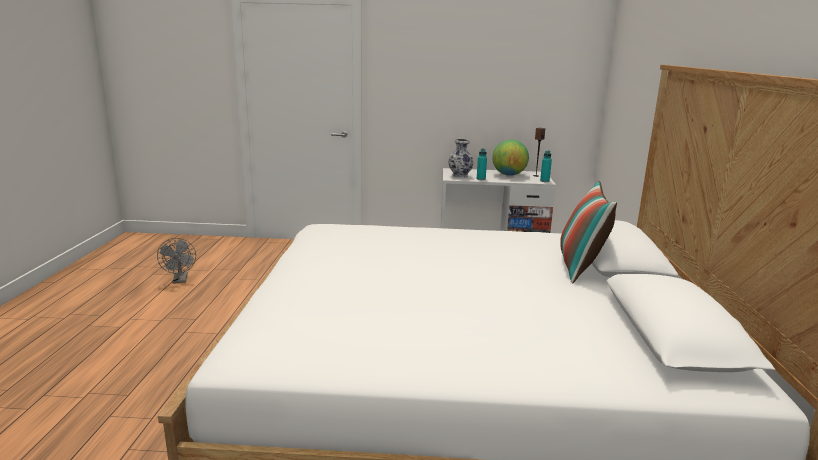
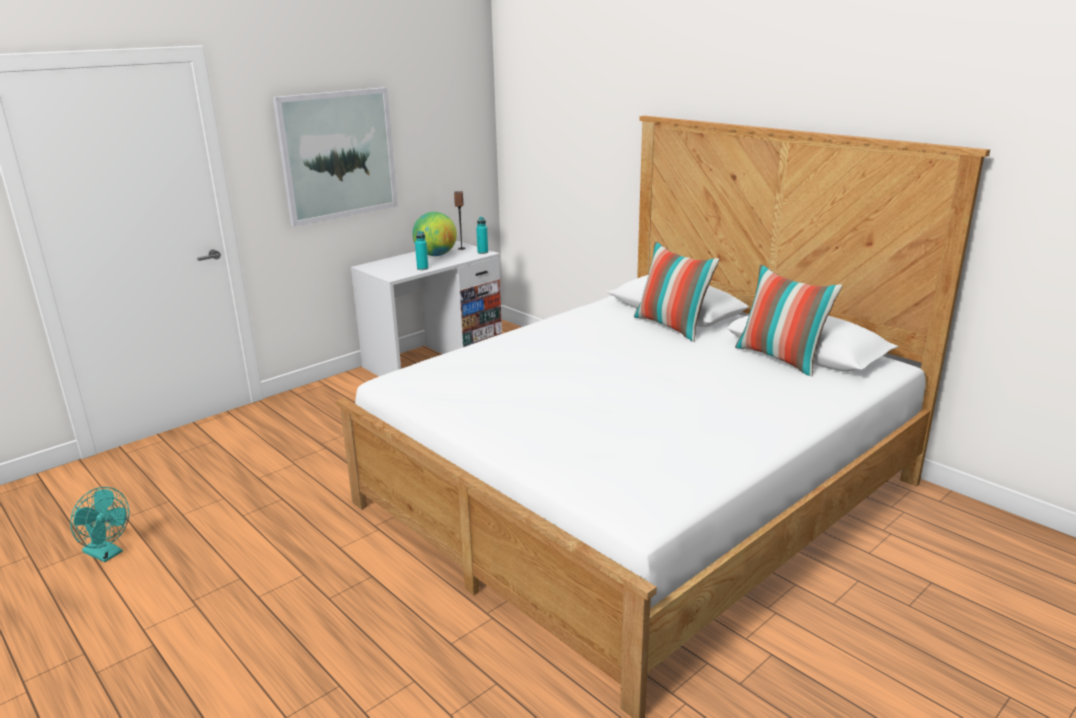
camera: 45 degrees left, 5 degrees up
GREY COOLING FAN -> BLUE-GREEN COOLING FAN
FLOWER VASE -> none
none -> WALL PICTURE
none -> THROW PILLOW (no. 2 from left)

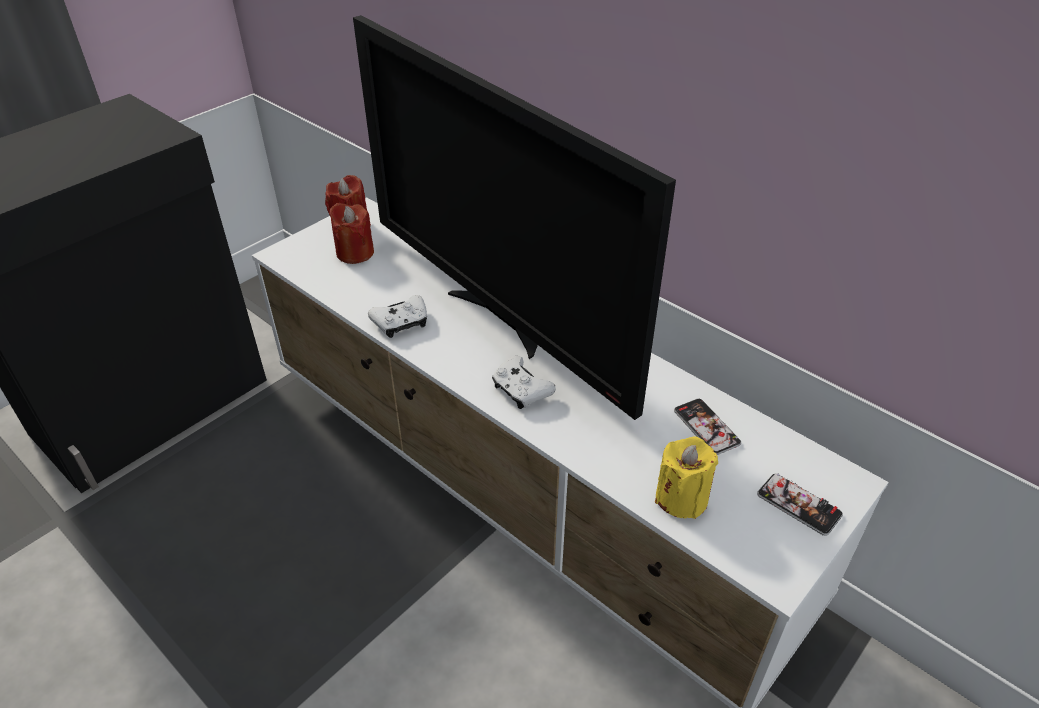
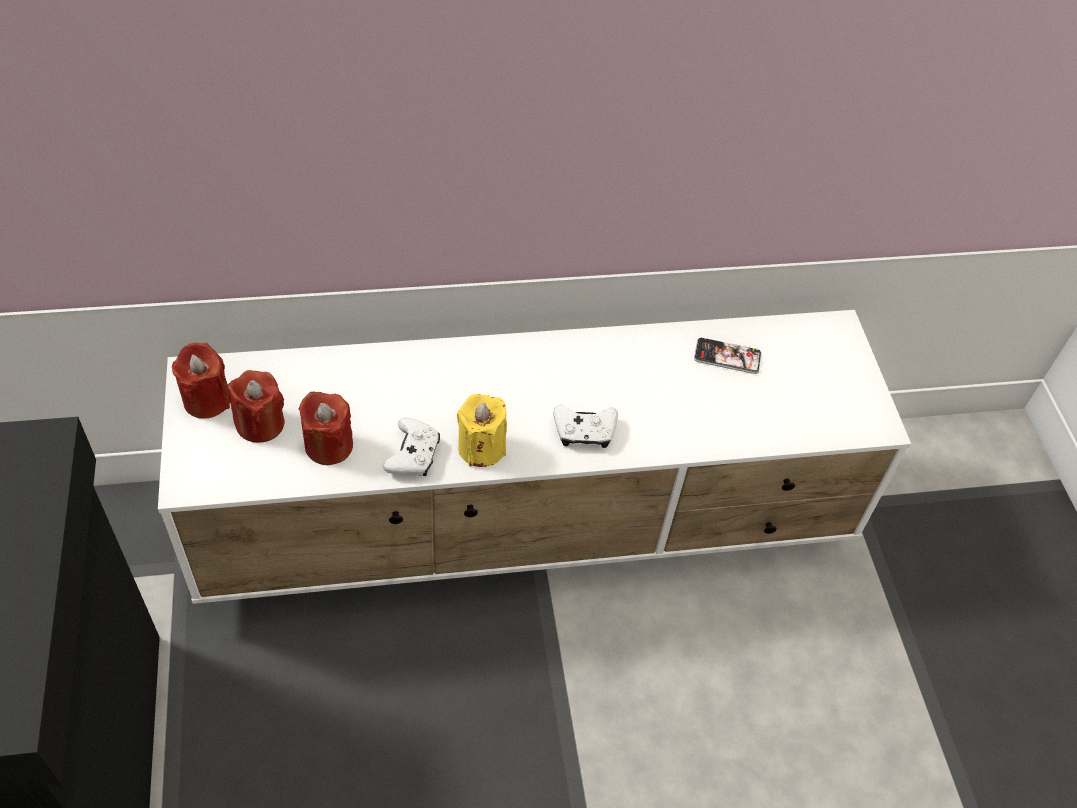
camera: 55 degrees left, 10 degrees up
TV SET -> none
YELLOW-COLOURED WAX CANDLE, shifted
TELEPHONE (no. 2 from left) -> none
none -> REDDISH WAX CANDLE (no. 3 from left)

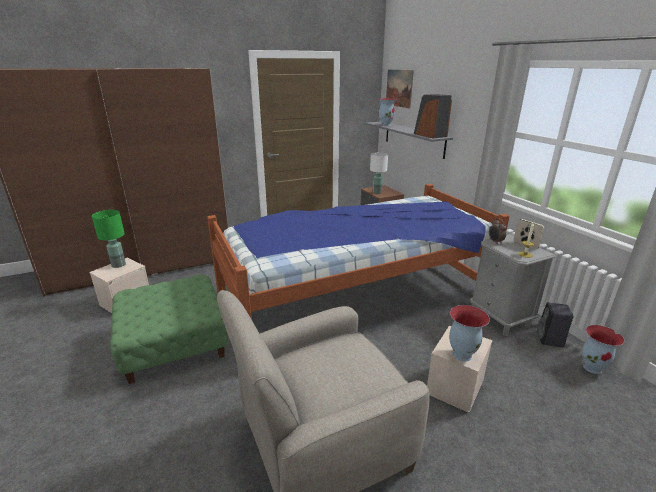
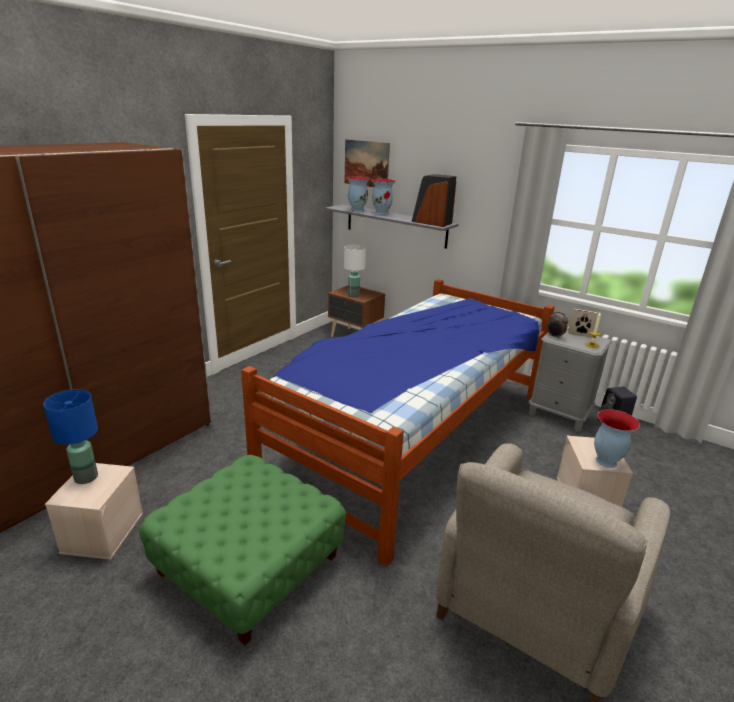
camera: 30 degrees left, 0 degrees up
GREEN LAMP FOR A TABLE -> BLUE-COLOURED LAMP FOR A TABLE
FLOWER VASE (no. 3 from left in the first image) -> FLOWER VASE (no. 2 from left), shifted

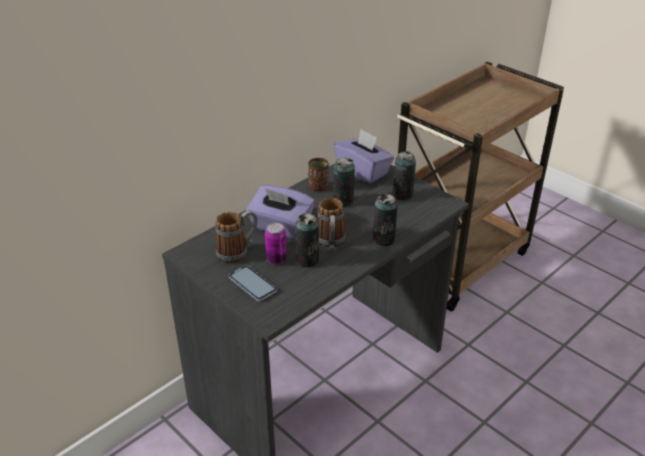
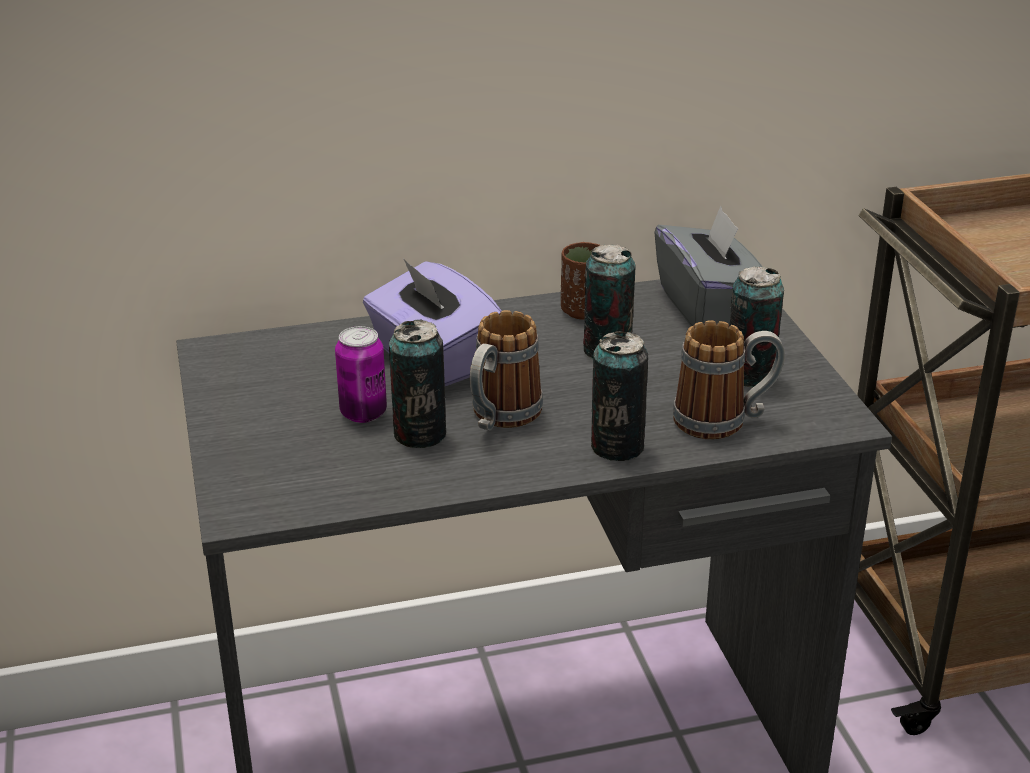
camera: 30 degrees right, 5 degrees down
TEA MUG (no. 1 from left in the first image) -> TEA MUG (no. 2 from left), shifted
TELEPHONE -> none
PURPLE-COLOURED BOX OF TISSUES (no. 2 from left) -> GREY BOX OF TISSUES

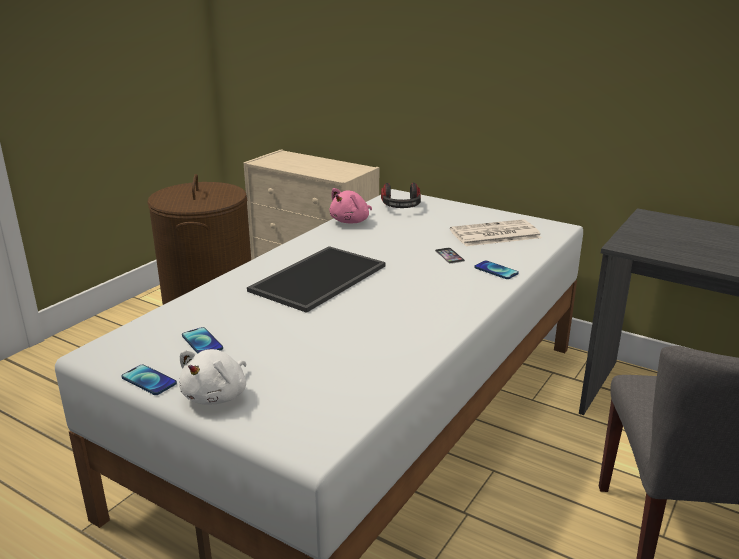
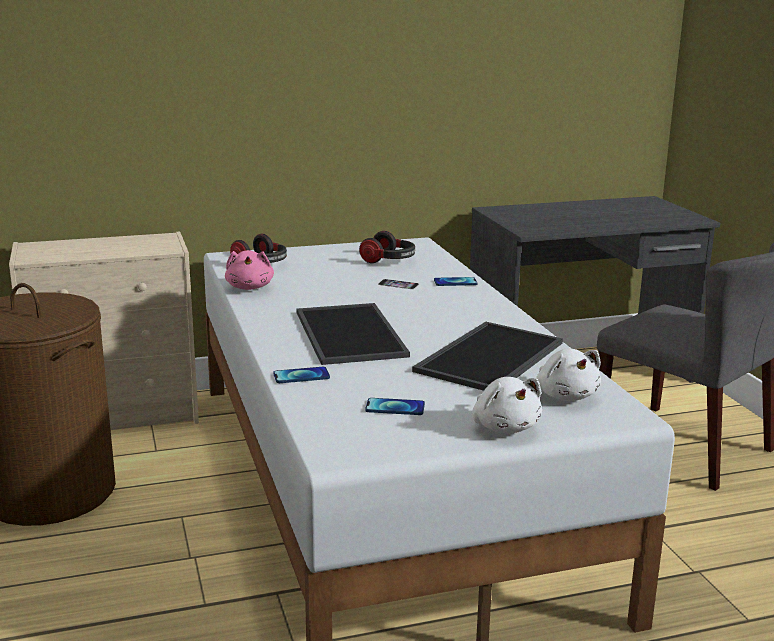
camera: 50 degrees left, 5 degrees down
TELEPHONE (no. 1 from left), shifted
PRINTED PAPER -> PAIR OF HEADPHONES (no. 2 from left)
none -> CARRYING TRAY (no. 2 from left)
none -> WHITISH PLUSH TOY (no. 2 from left)

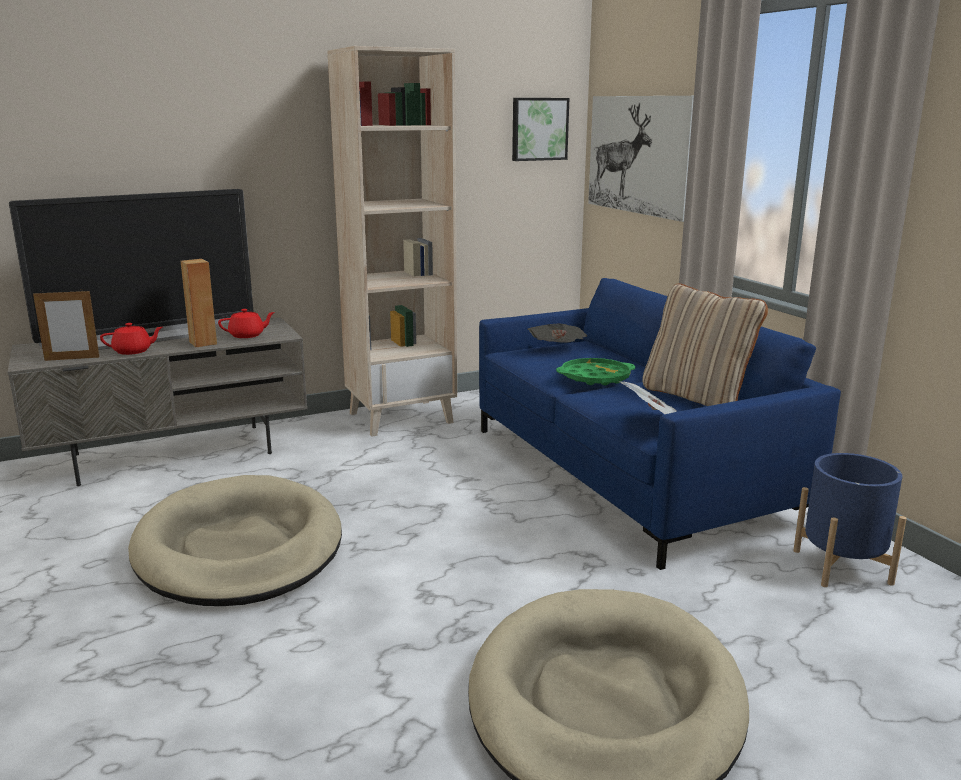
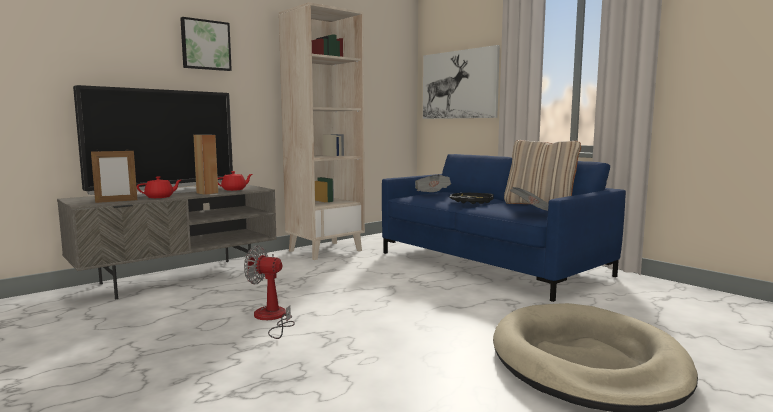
camera: 15 degrees left, 10 degrees down
BEIGE-COLOURED DOG CUSHION (no. 1 from left) -> COOLING FAN
WALL PICTURE (no. 1 from left), shifted
GREEN CARRYING TRAY -> BLACK CARRYING TRAY
BLUE-COLOURED PLANTER -> none

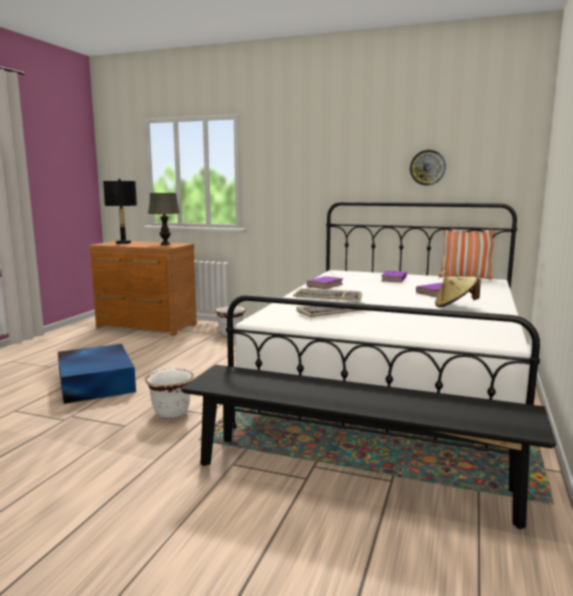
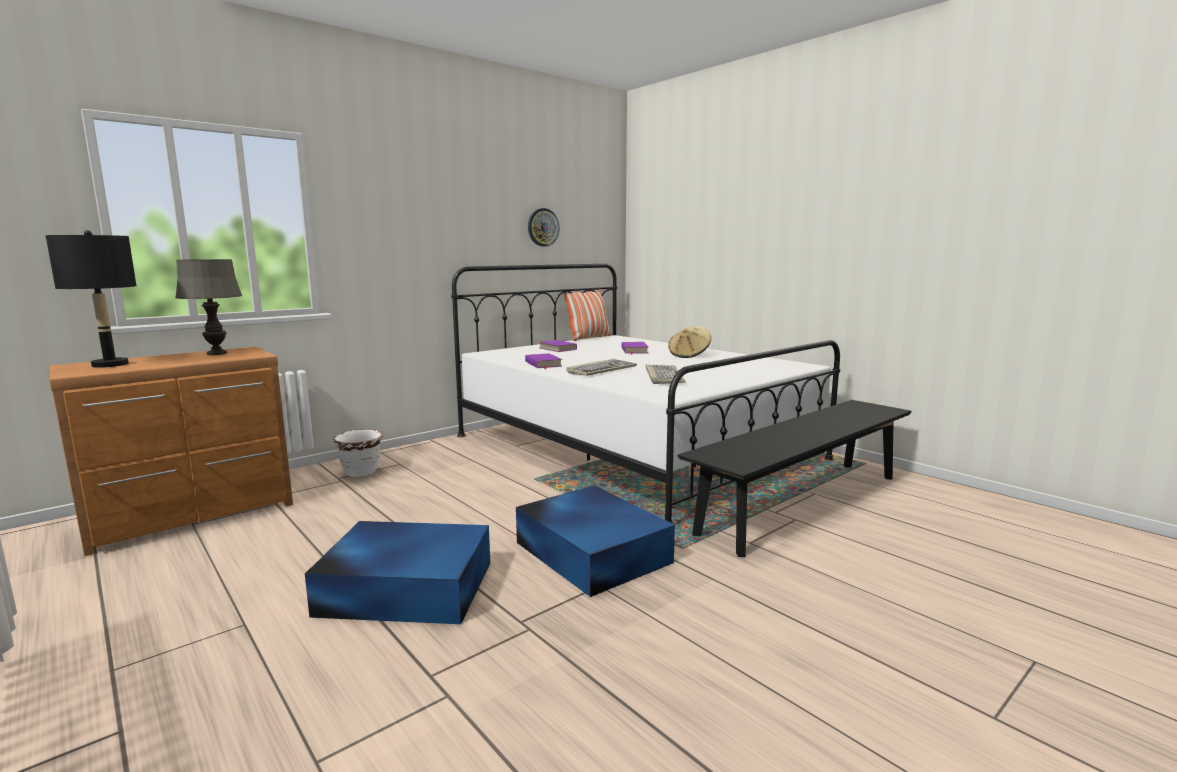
camera: 60 degrees left, 0 degrees up
WHITISH PLANTER (no. 1 from left) -> BLUE-COLOURED STORAGE CONTAINER (no. 2 from left)

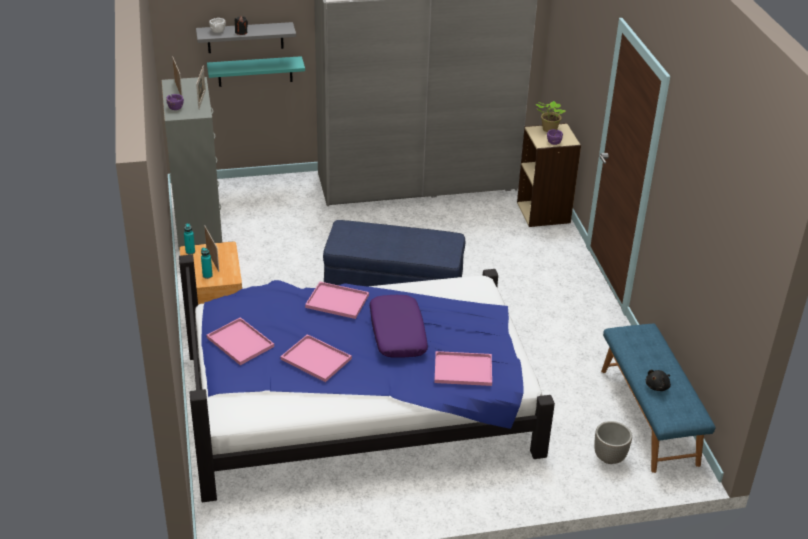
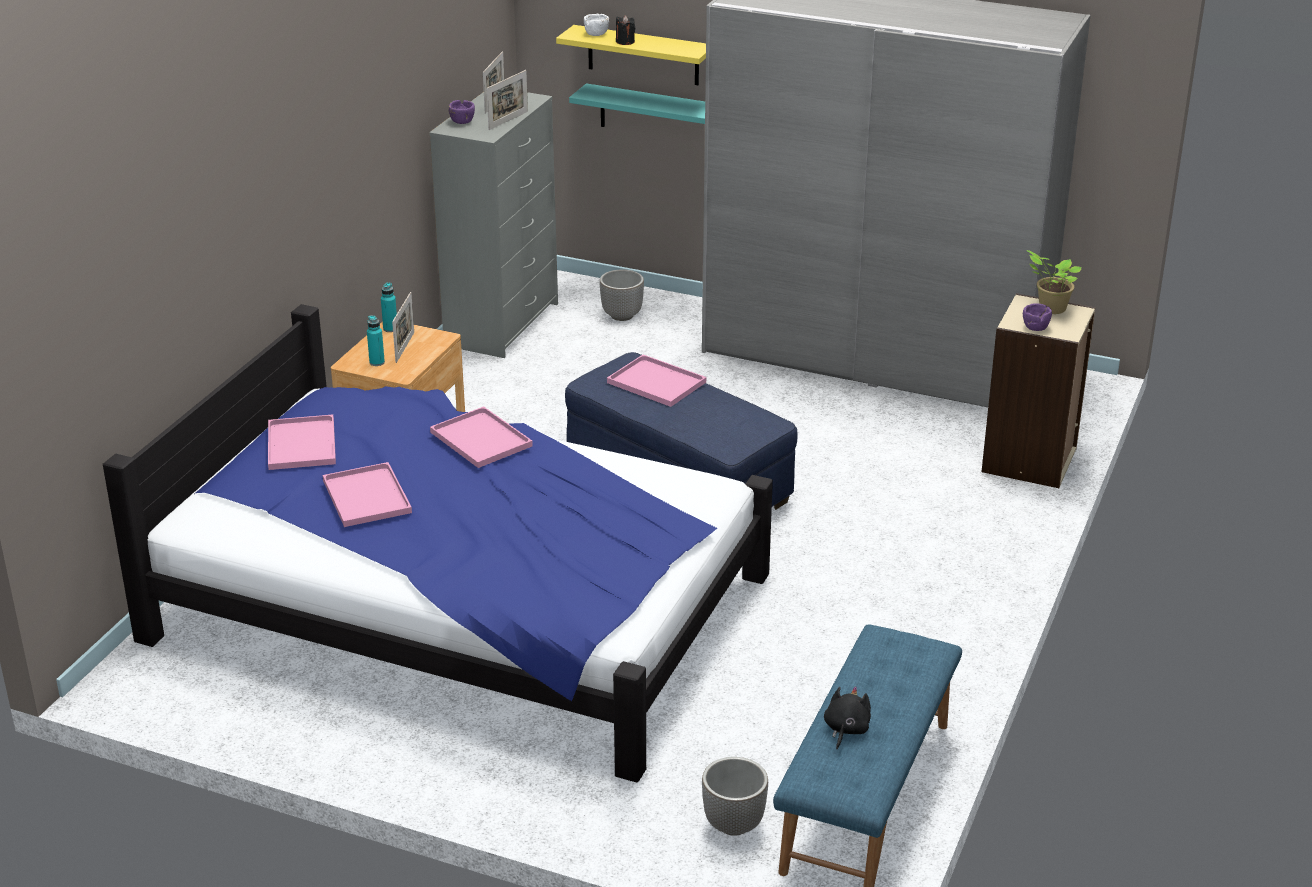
camera: 35 degrees right, 5 degrees down
GREY SHELF -> YELLOW-COLOURED SHELF
PURPLE-COLOURED THROW PILLOW -> none
PINK CARRYING TRAY (no. 4 from left), shifted
BLACK PLUSH TOY, 120 degrees clockwise
none -> PLANTER (no. 1 from left)

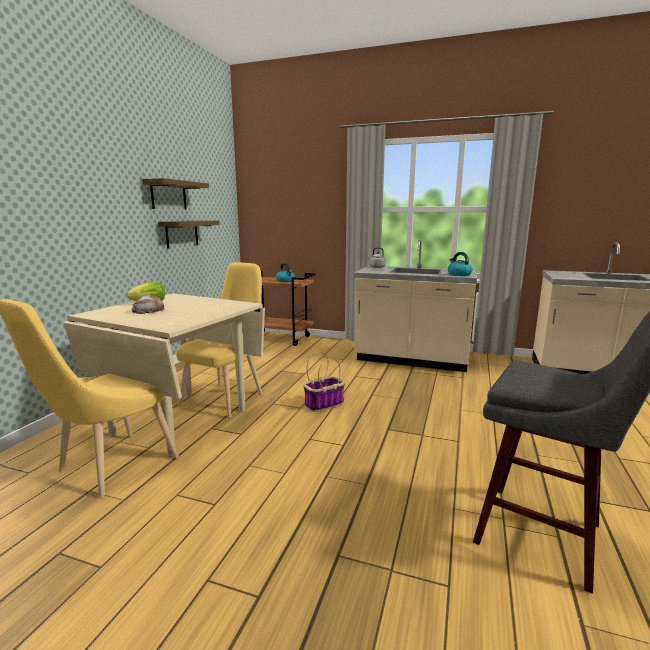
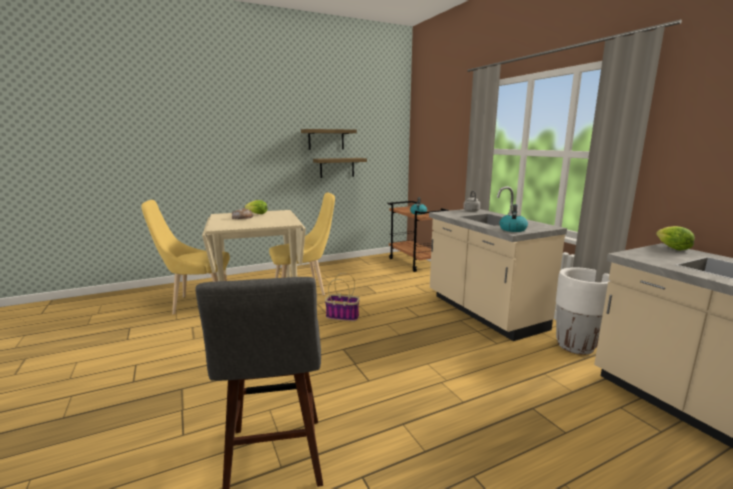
camera: 45 degrees right, 0 degrees up
none -> WHITISH PLANTER
none -> HEAD OF LETTUCE (no. 2 from left)

